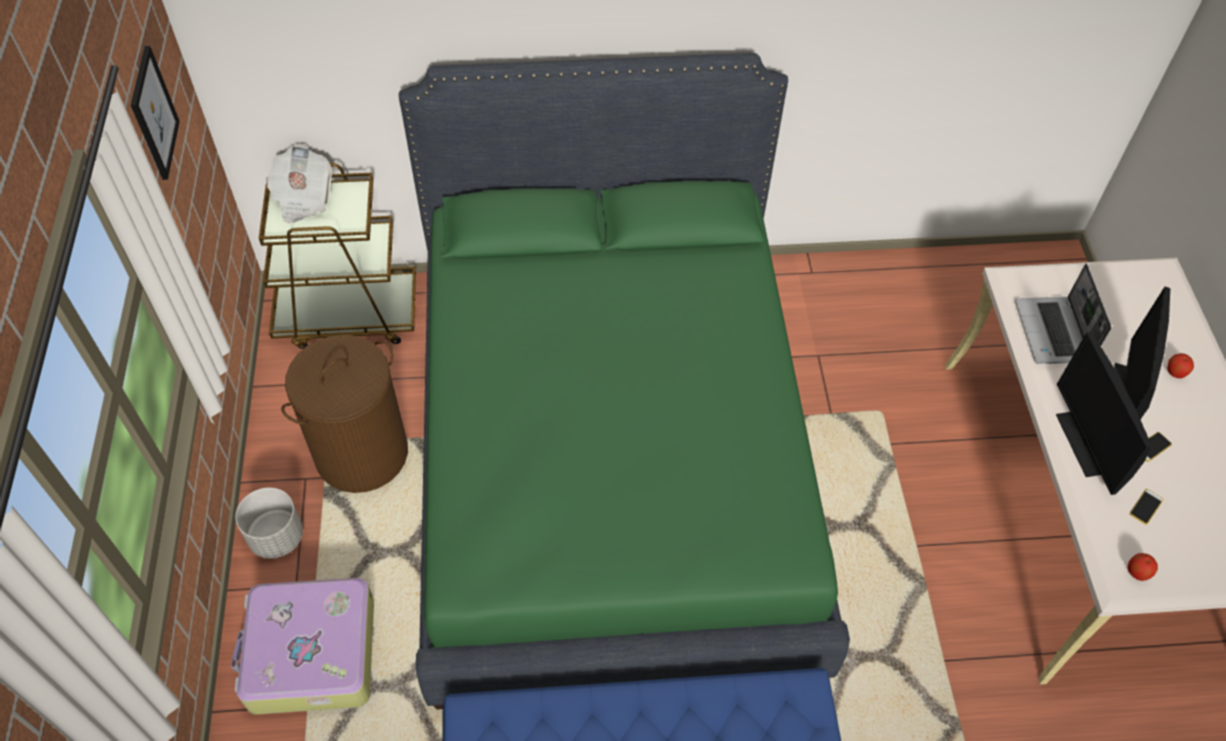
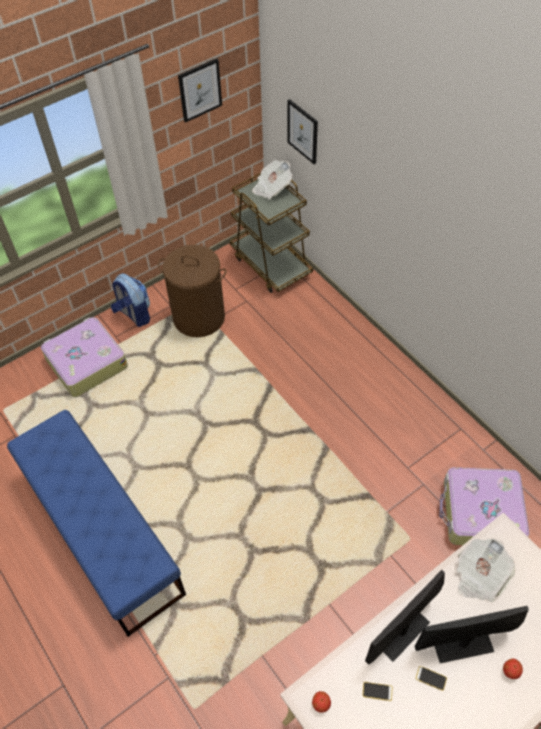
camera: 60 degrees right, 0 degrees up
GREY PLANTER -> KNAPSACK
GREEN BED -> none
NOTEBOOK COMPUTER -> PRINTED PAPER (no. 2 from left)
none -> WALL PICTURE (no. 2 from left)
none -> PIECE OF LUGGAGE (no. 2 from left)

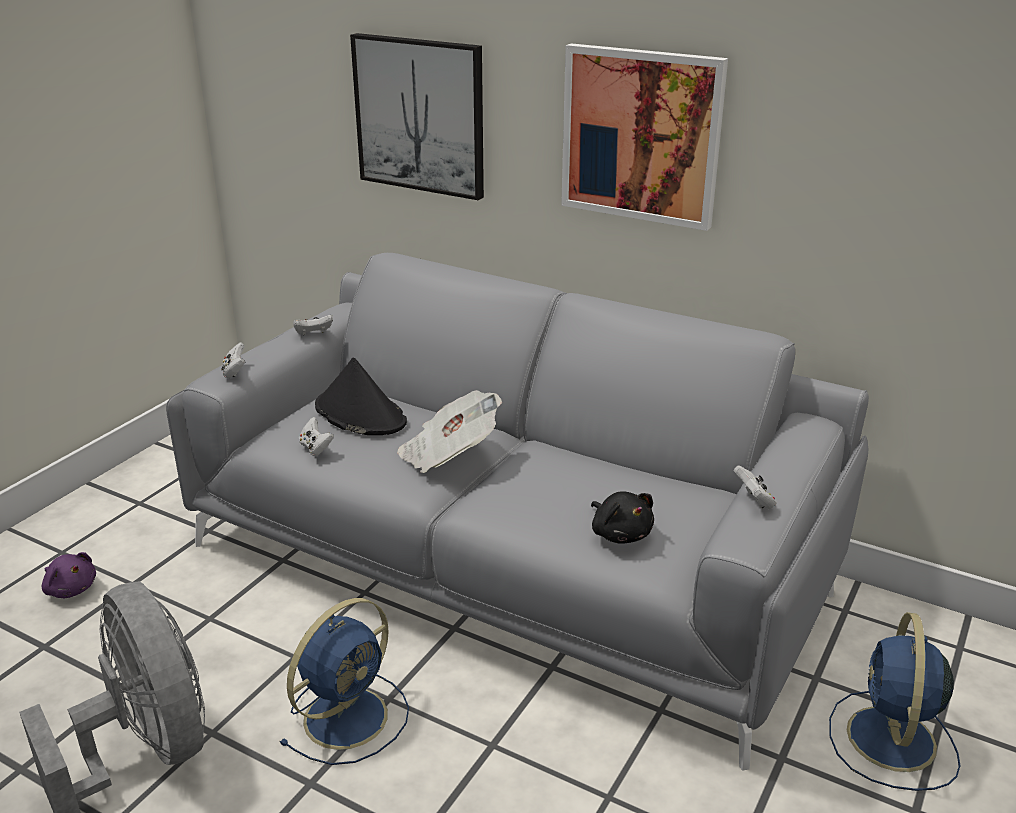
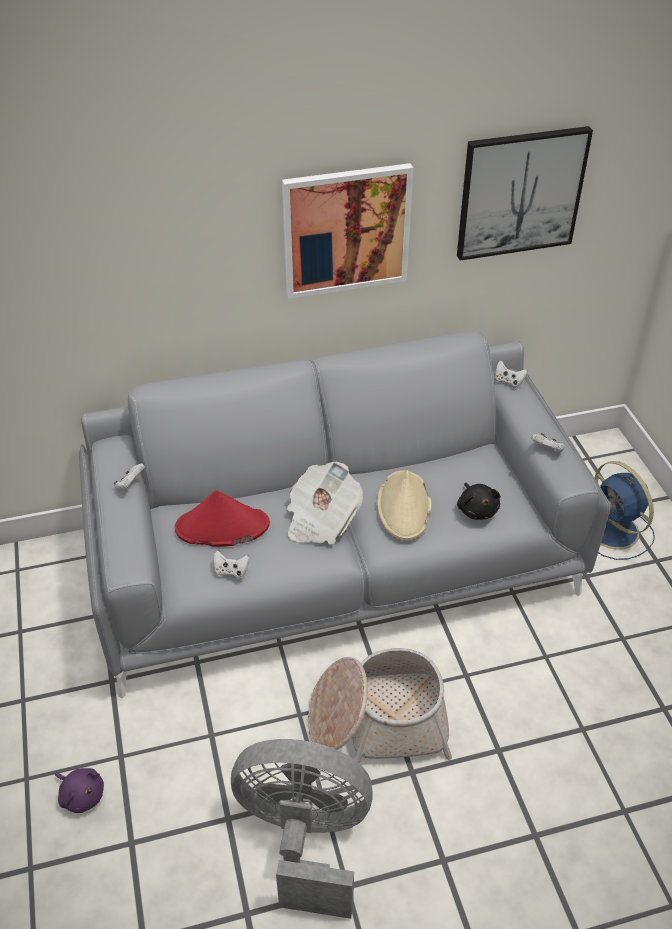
camera: 45 degrees left, 15 degrees up
PURPLE-COLOURED PLUSH TOY, 45 degrees clockwise
WHITISH GAMEPAD (no. 1 from left in the first image) -> WHITISH GAMEPAD (no. 3 from left), shifted
BLUE-COLOURED COOLING FAN (no. 1 from left) -> HOUSEHOLD BASKET
BLACK HAT -> REDDISH HAT
WALL PICTURE (no. 1 from left in the first image) -> WALL PICTURE (no. 2 from left), shifted
BLACK PLUSH TOY, 60 degrees clockwise
none -> BEIGE-COLOURED HAT

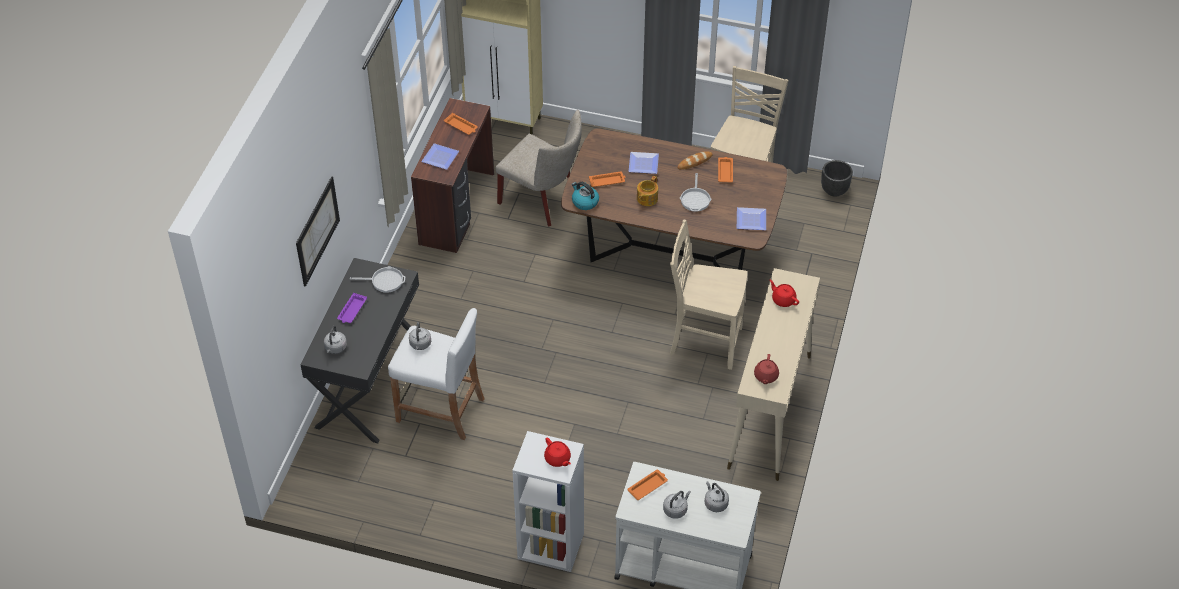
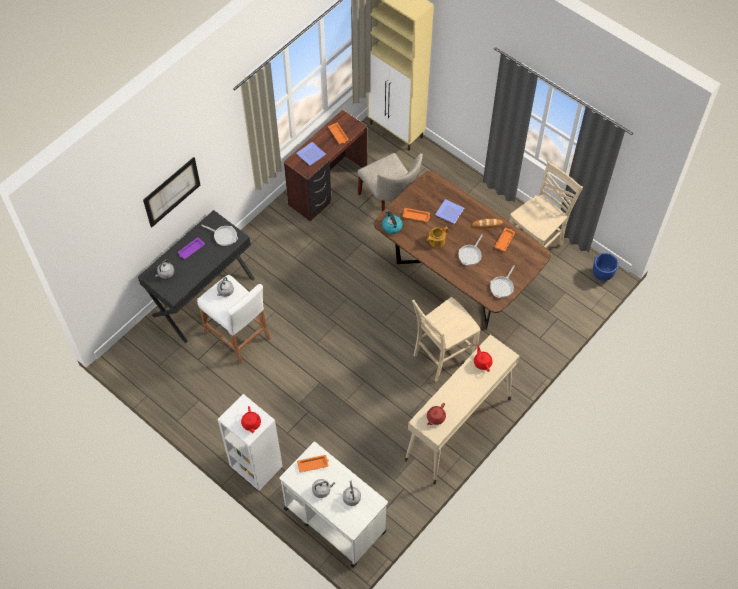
camera: 25 degrees right, 10 degrees up
BEIGE-COLOURED UPRIGHT CHAIR (no. 2 from left), 75 degrees counterclockwise
PLATE (no. 3 from left) -> SKILLET (no. 3 from left)
BLACK PLANTER -> BLUE-COLOURED PLANTER

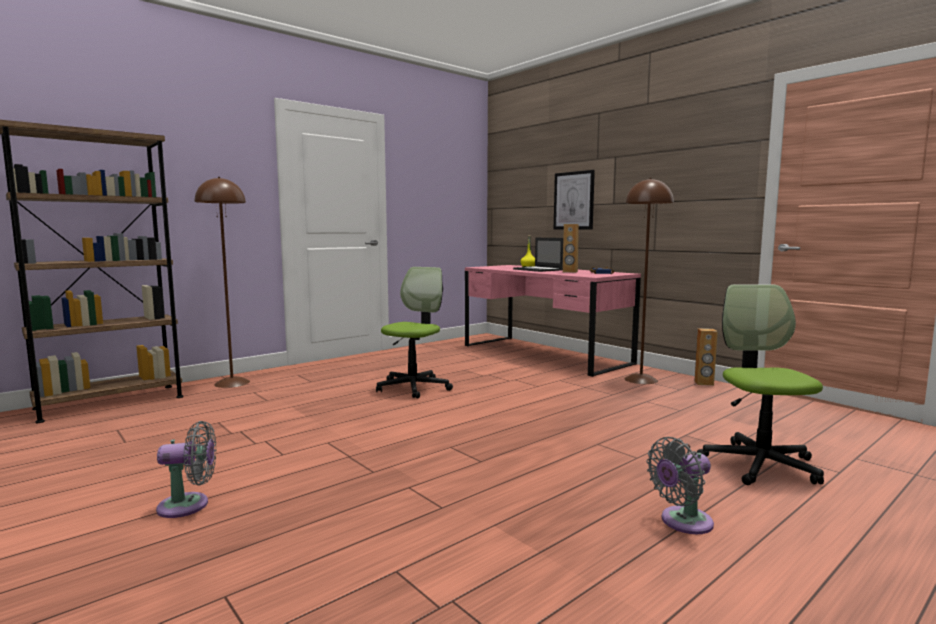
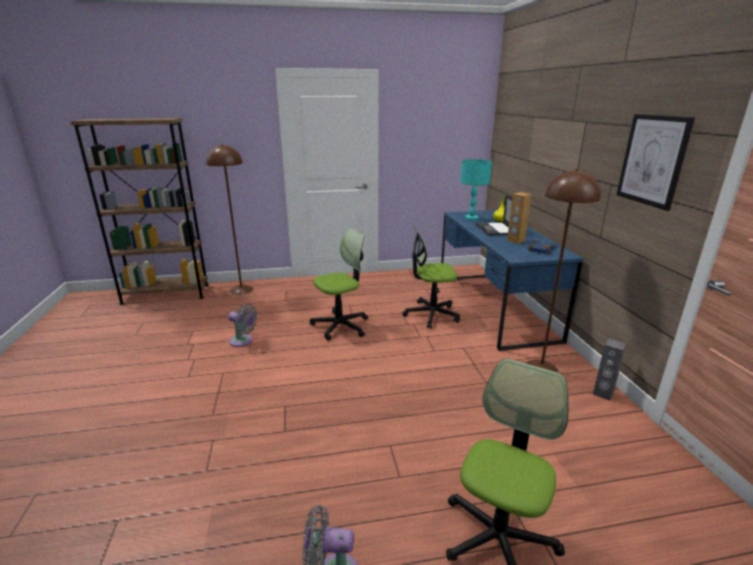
camera: 30 degrees right, 15 degrees up
GREY COOLING FAN (no. 1 from left), shifted
PINK DESK -> BLUE-COLOURED DESK
WALL PICTURE, shifted
BROWN-COLOURED SPEAKER (no. 2 from left) -> GREY SPEAKER
none -> COMPUTER CHAIR (no. 2 from left)
none -> BLUE-GREEN LAMP FOR A TABLE

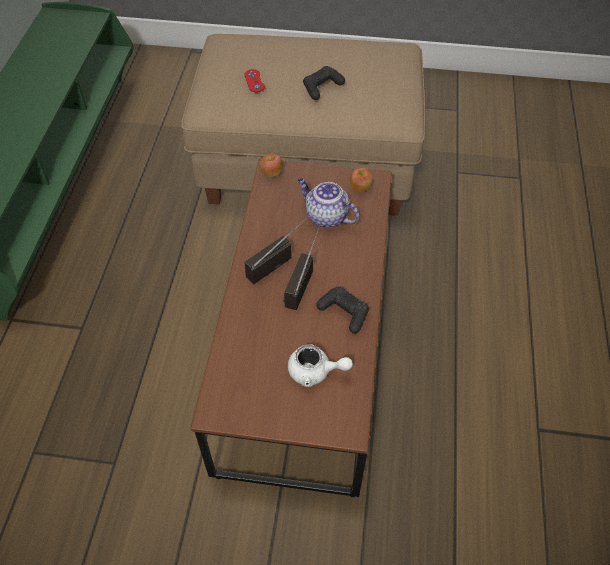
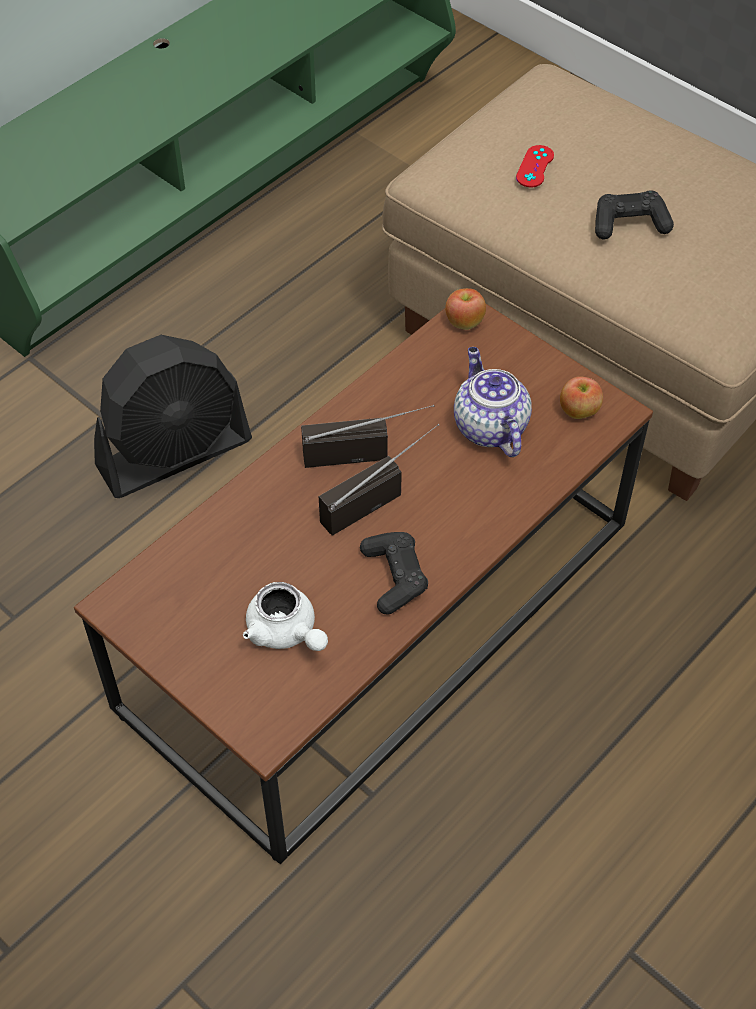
camera: 35 degrees right, 0 degrees up
none -> BLACK COOLING FAN

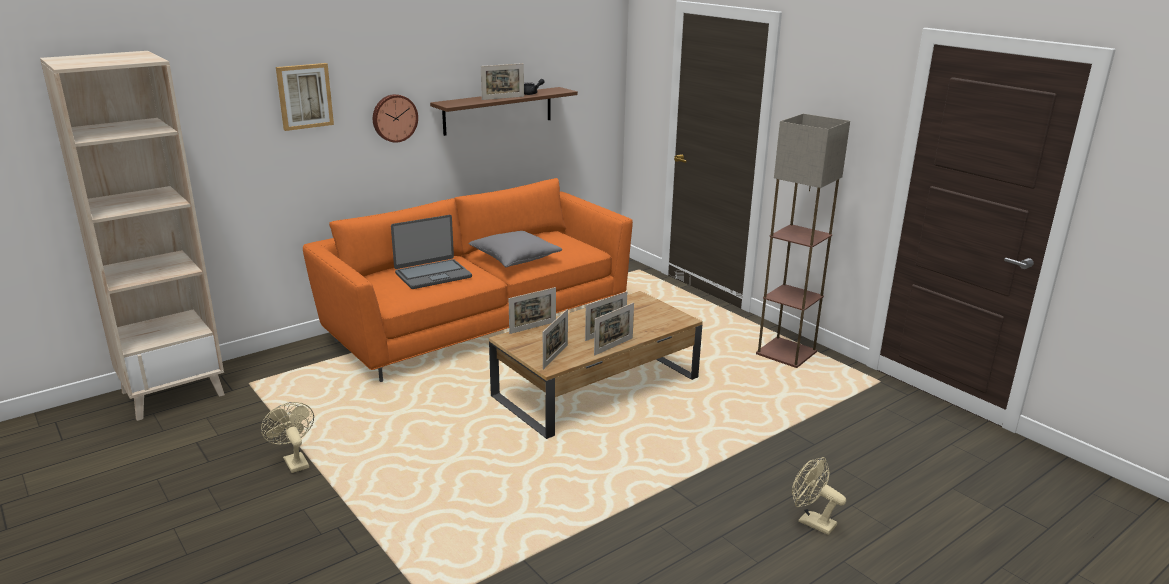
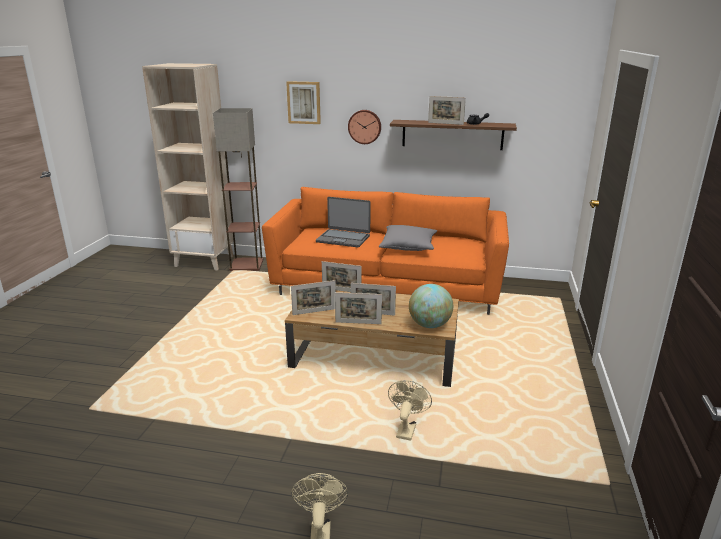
camera: 50 degrees right, 0 degrees up
BEIGE-COLOURED COOLING FAN (no. 1 from left in the first image) -> BEIGE-COLOURED COOLING FAN (no. 2 from left), shifted
STANDING LAMP, shifted
none -> GLOBE

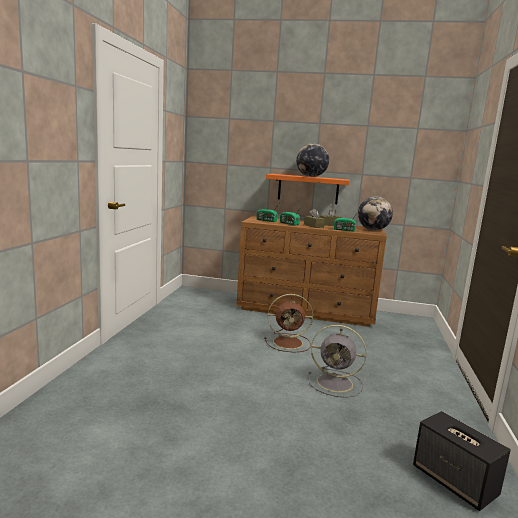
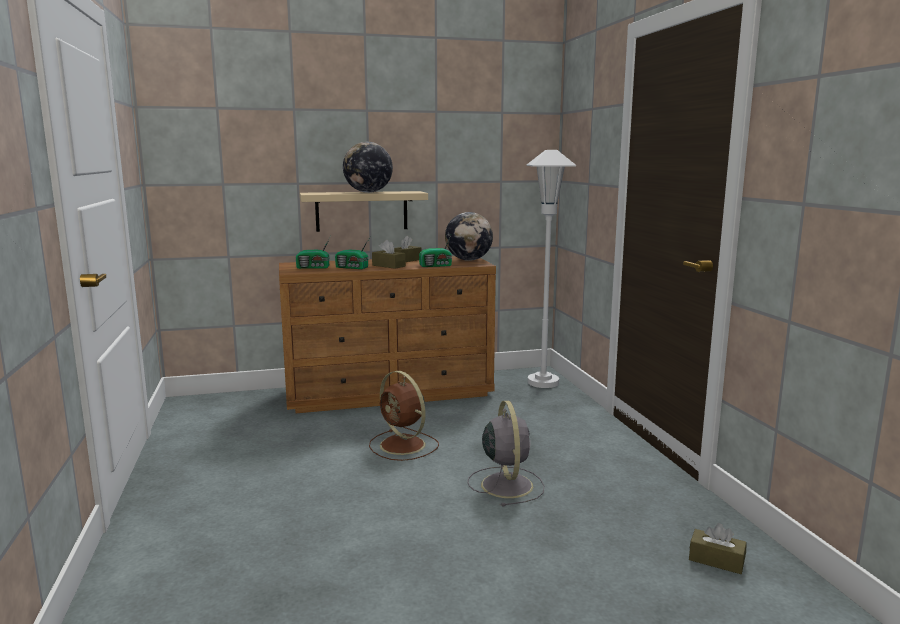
camera: 25 degrees left, 0 degrees up
BROWN-COLOURED COOLING FAN, 75 degrees clockwise
ORANGE SHELF -> BEIGE-COLOURED SHELF
GREY COOLING FAN, 90 degrees counterclockwise
SPEAKER -> BROWN-COLOURED BOX OF TISSUES (no. 3 from left)
none -> WHITISH STANDING LAMP

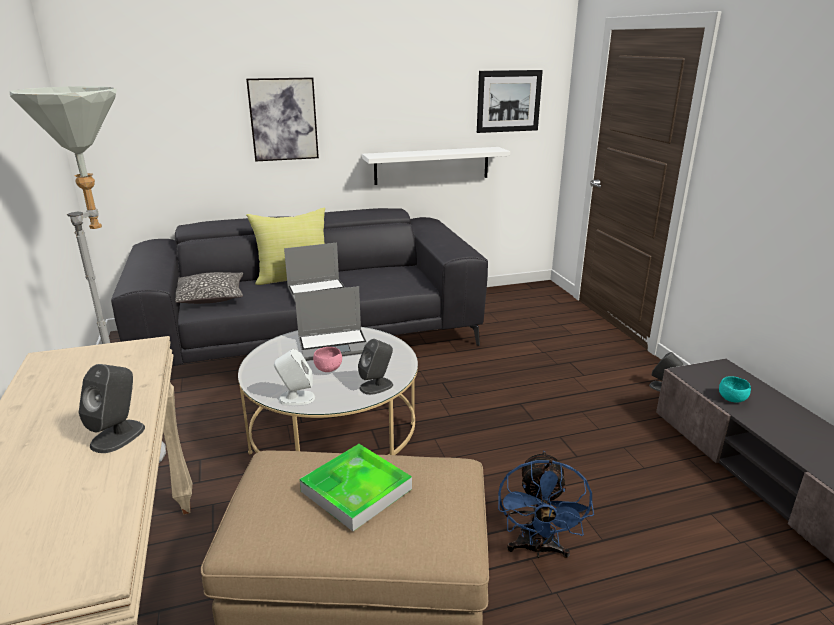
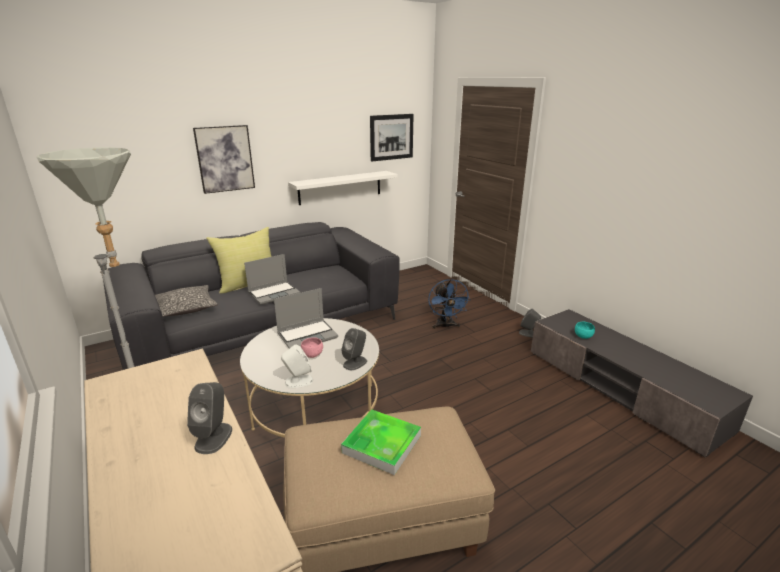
camera: 15 degrees left, 0 degrees up
BLUE-COLOURED COOLING FAN, shifted

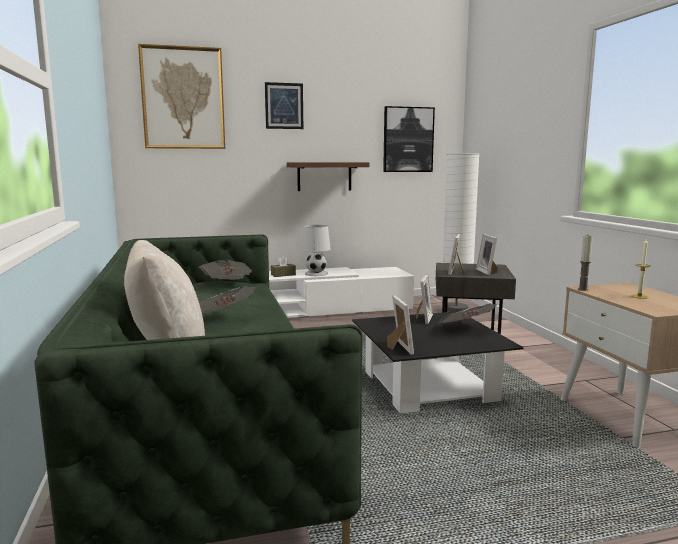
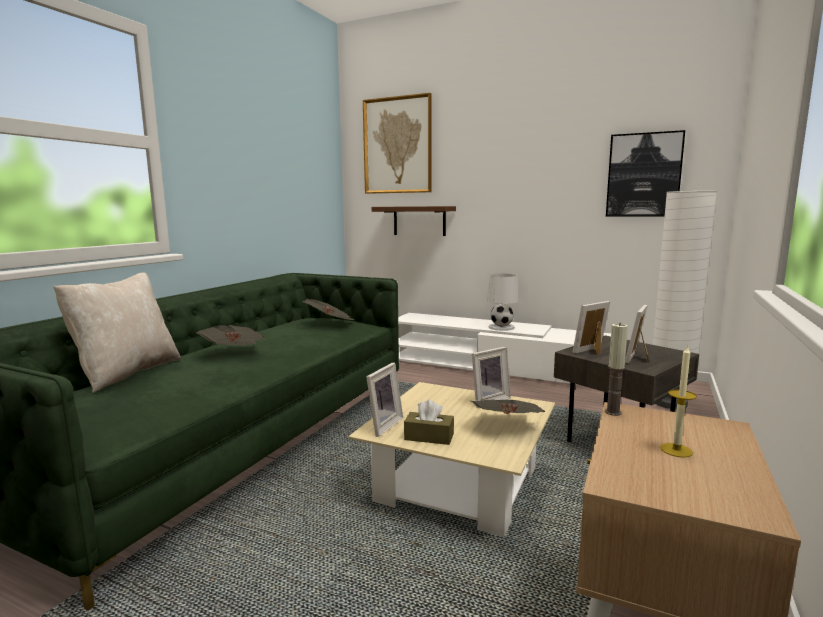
camera: 40 degrees right, 0 degrees up
WALL PICTURE (no. 2 from left) -> none
BROWN-COLOURED BOX OF TISSUES, shifted
BROWN-COLOURED SHELF, shifted
BLACK LOUNGE TABLE -> BEIGE-COLOURED LOUNGE TABLE

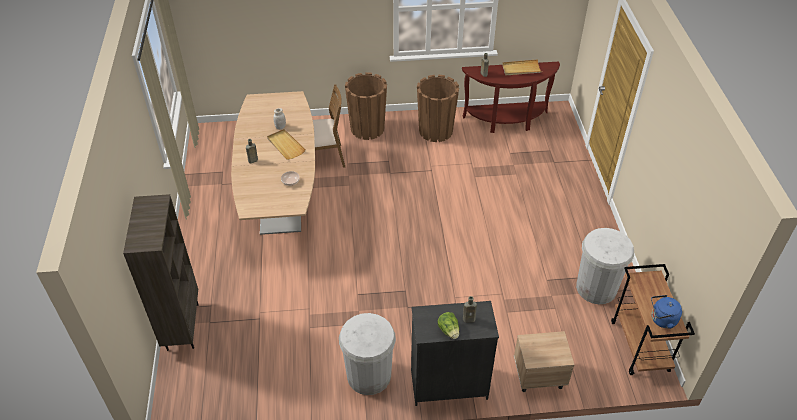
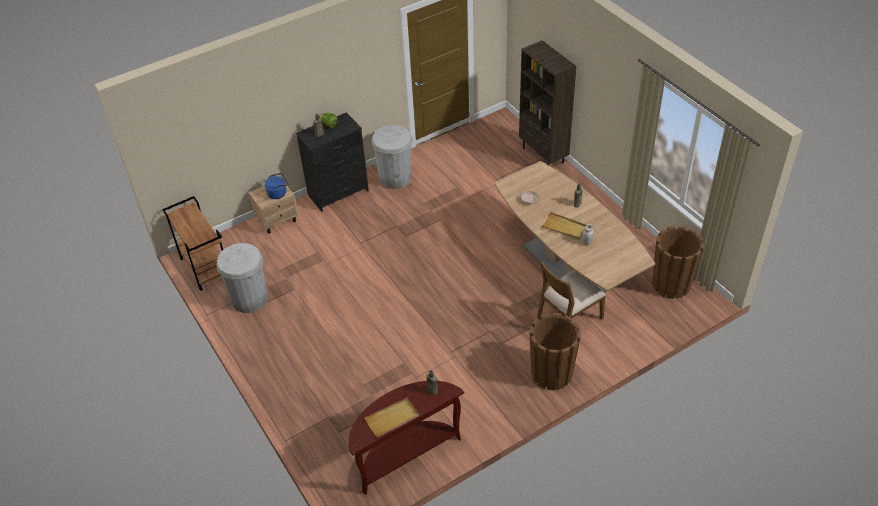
camera: 155 degrees right, 0 degrees up
BROWN-COLOURED PLANTER (no. 2 from left), shifted
BLUE-COLOURED KETTLE, shifted

